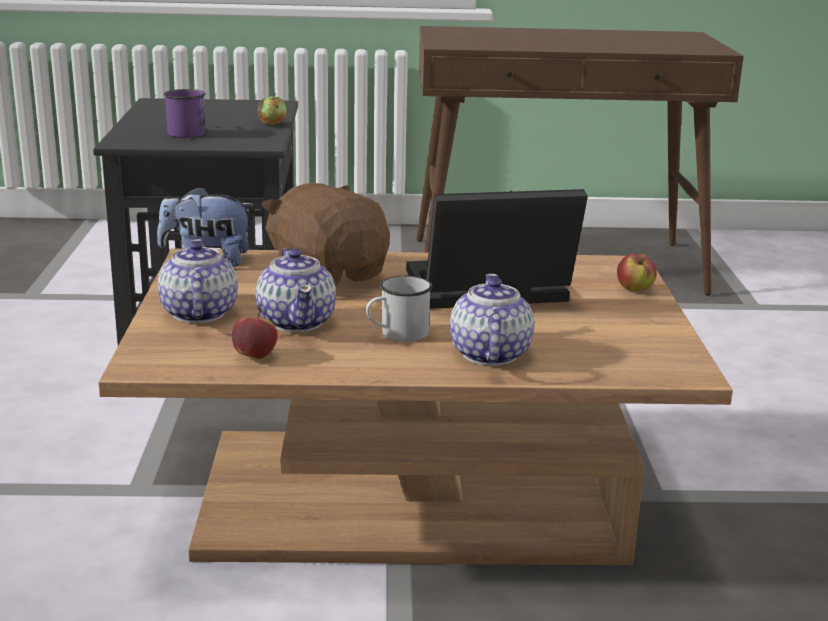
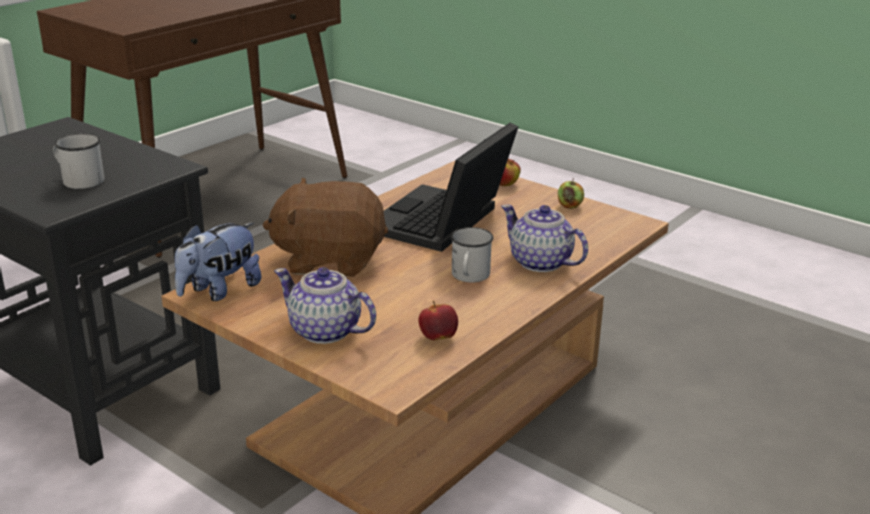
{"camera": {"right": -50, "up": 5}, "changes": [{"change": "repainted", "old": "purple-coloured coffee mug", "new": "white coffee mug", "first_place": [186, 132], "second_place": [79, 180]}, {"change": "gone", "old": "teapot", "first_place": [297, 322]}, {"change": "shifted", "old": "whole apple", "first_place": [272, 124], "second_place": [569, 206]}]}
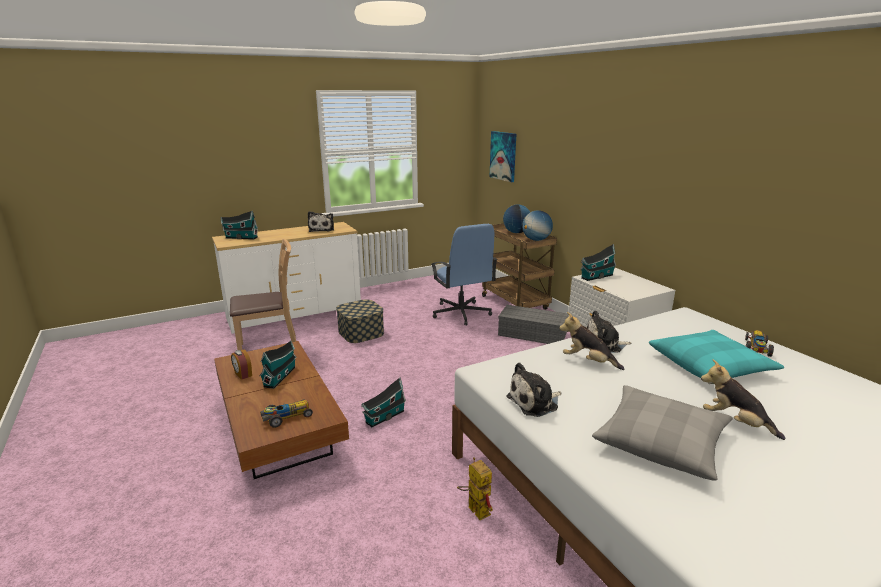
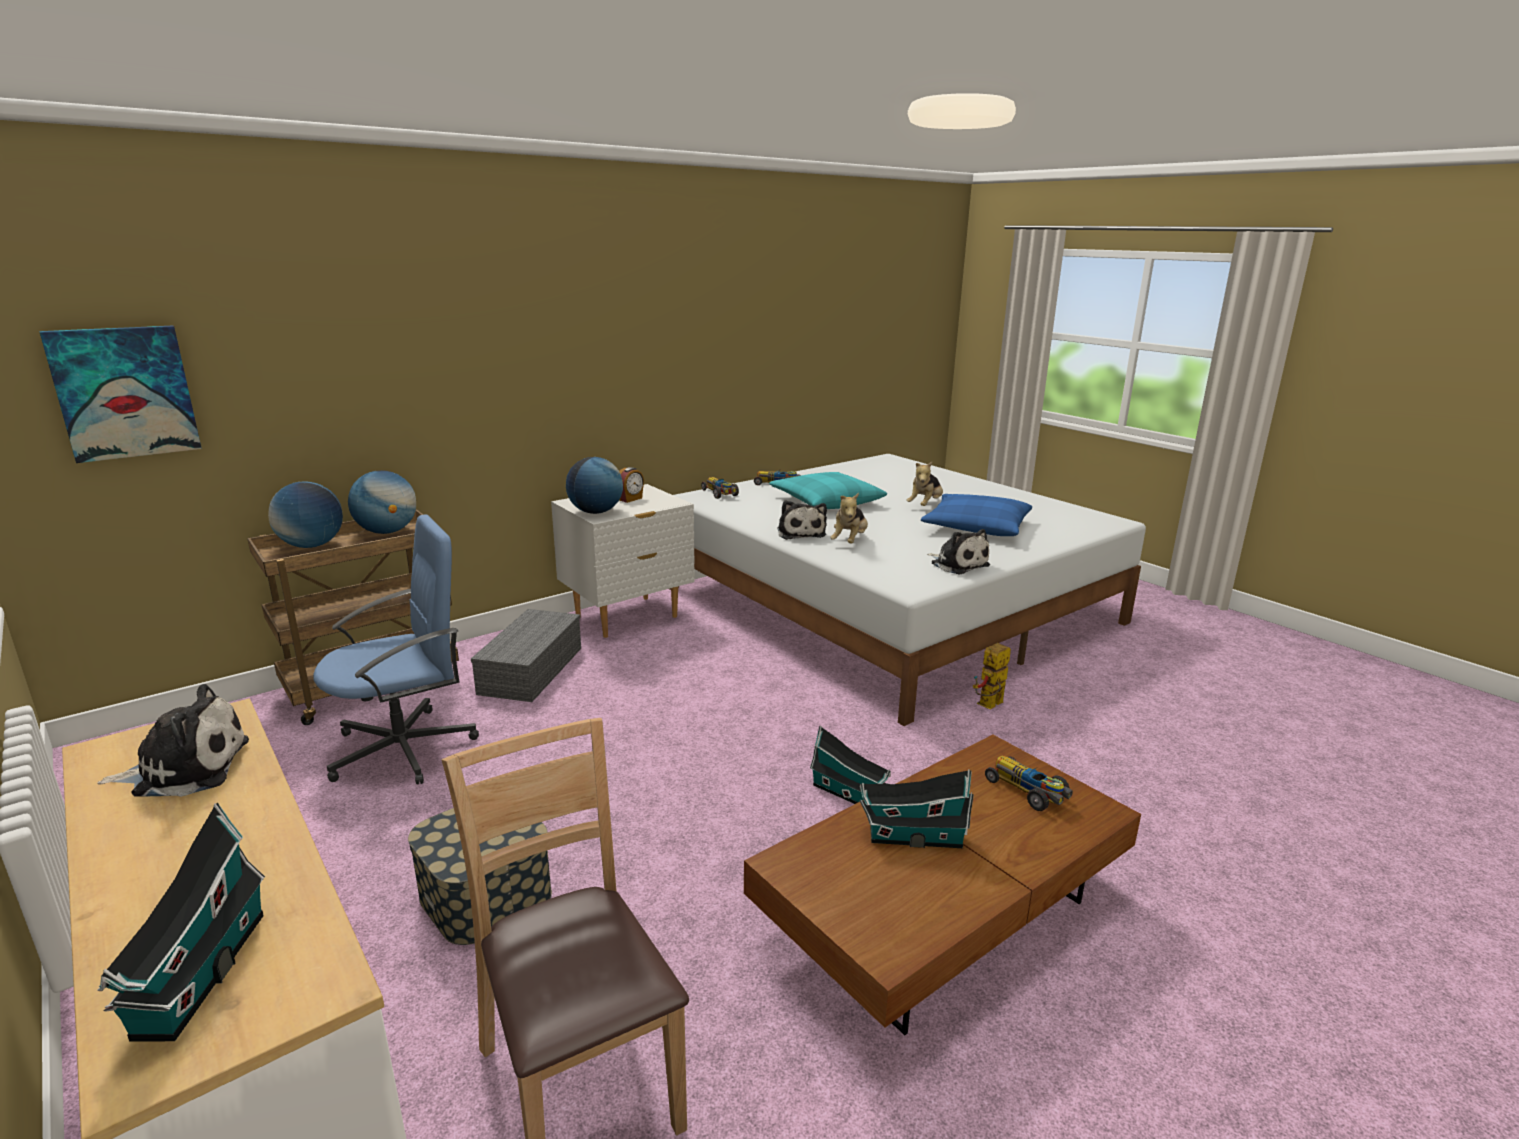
{"camera": {"right": -100, "up": 0}, "changes": [{"change": "shifted", "old": "bedside clock", "first_place": [243, 374], "second_place": [630, 499]}, {"change": "swapped", "old": "toy house", "new": "world globe", "first_place": [596, 277], "second_place": [596, 512]}, {"change": "repainted", "old": "greyish throw pillow", "new": "bluish throw pillow", "first_place": [661, 441], "second_place": [976, 527]}, {"change": "new", "new": "toy car", "second_place": [720, 494]}]}
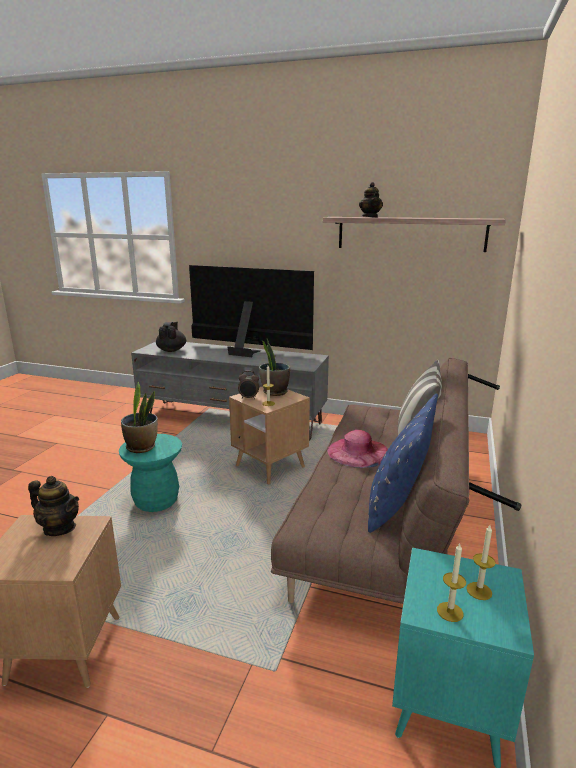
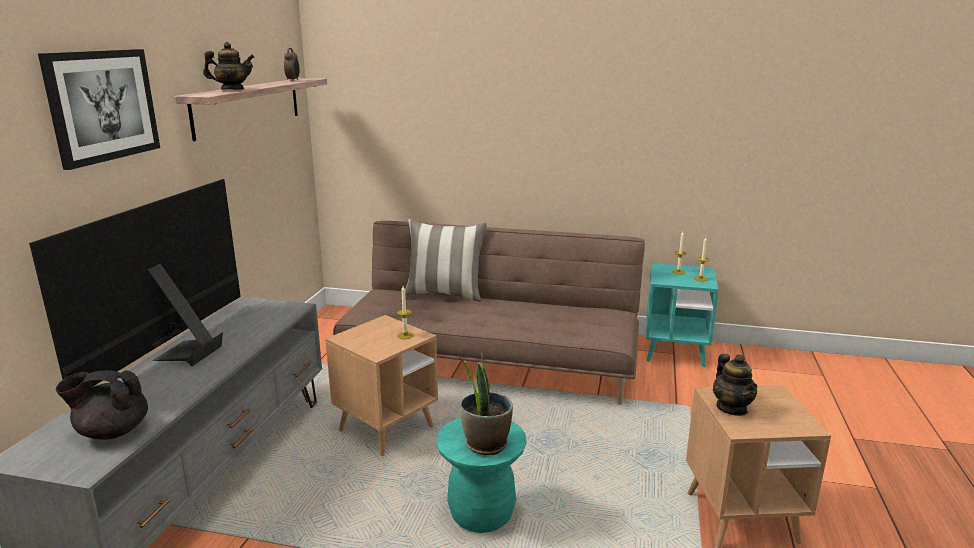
{"camera": {"right": -95, "up": 0}, "changes": [{"change": "rotated", "old": "teapot", "first_place": [59, 528], "second_place": [732, 408], "degrees": 150}, {"change": "shifted", "old": "bedside clock", "first_place": [249, 398], "second_place": [293, 80]}, {"change": "gone", "old": "plant in a pot", "first_place": [274, 392]}, {"change": "gone", "old": "pink-coloured hat", "first_place": [358, 452]}, {"change": "gone", "old": "bluish throw pillow", "first_place": [397, 504]}, {"change": "new", "new": "wall picture", "second_place": [102, 105]}]}
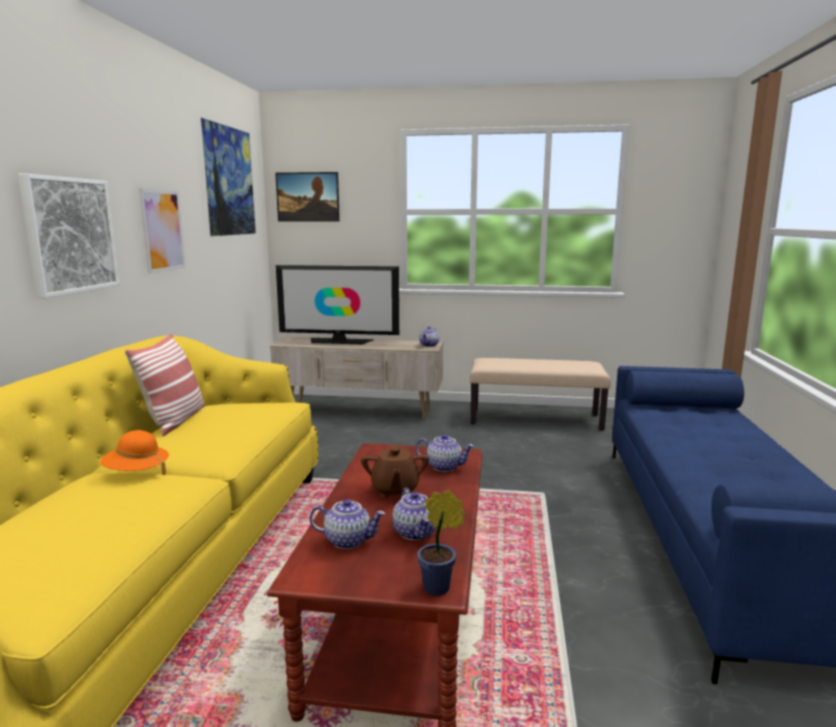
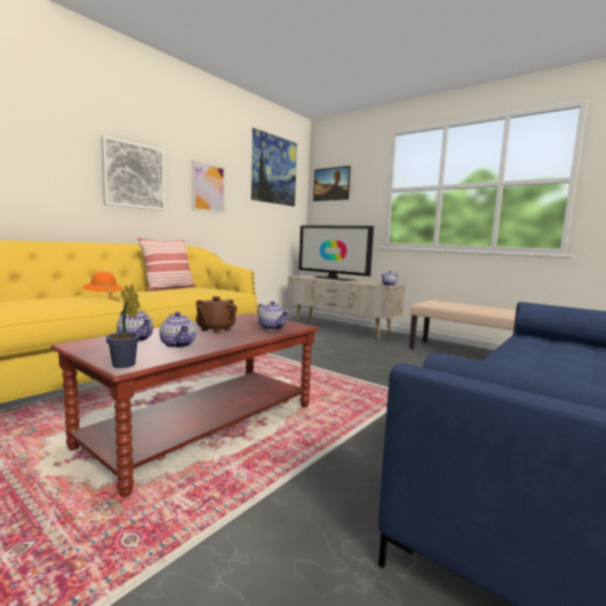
{"camera": {"right": 30, "up": -5}, "changes": [{"change": "rotated", "old": "teapot", "first_place": [415, 533], "second_place": [178, 345], "degrees": -45}]}
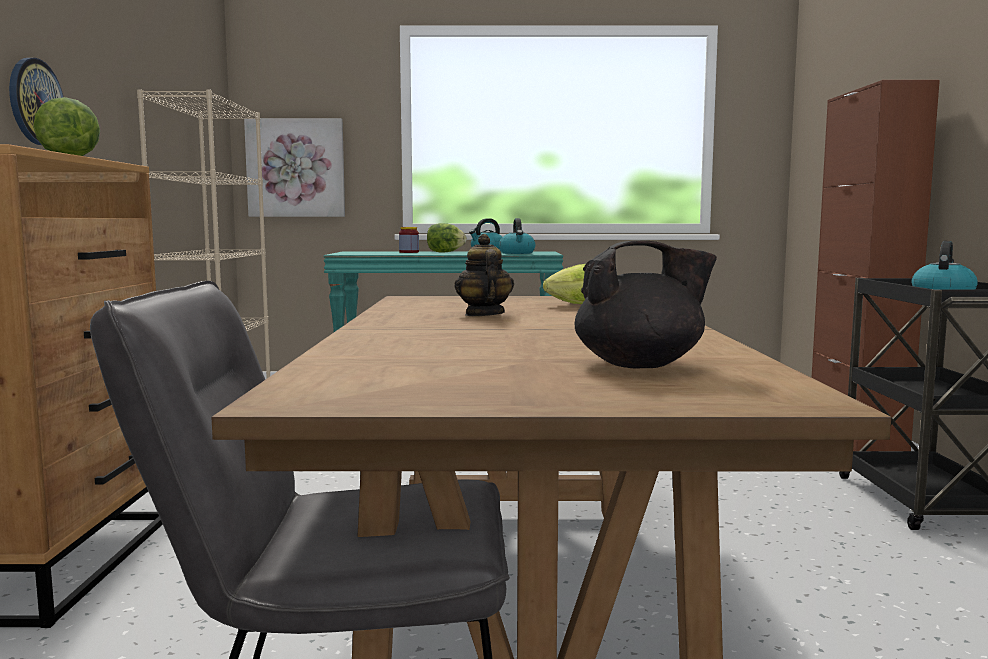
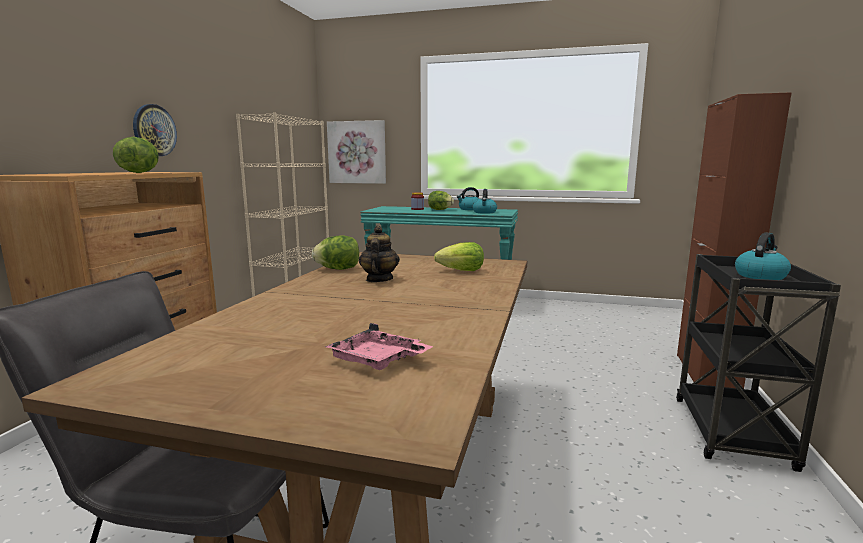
{"camera": {"right": 15, "up": 5}, "changes": [{"change": "swapped", "old": "blackish teapot", "new": "pink-coloured tray", "first_place": [640, 365], "second_place": [378, 360]}, {"change": "new", "new": "lettuce head", "second_place": [338, 269]}]}
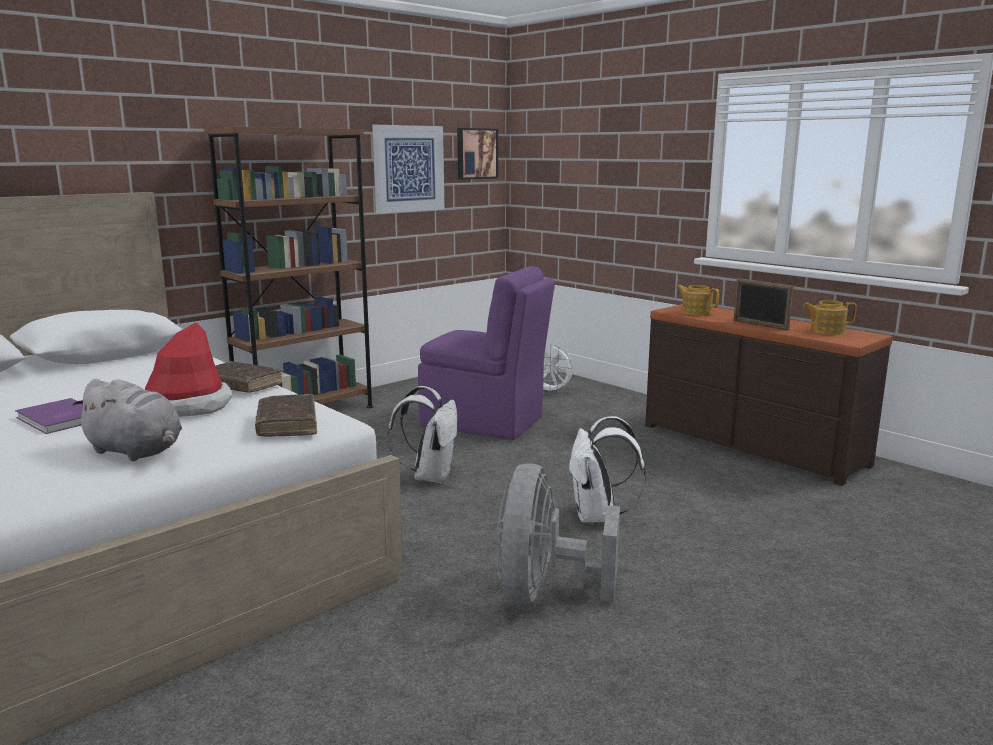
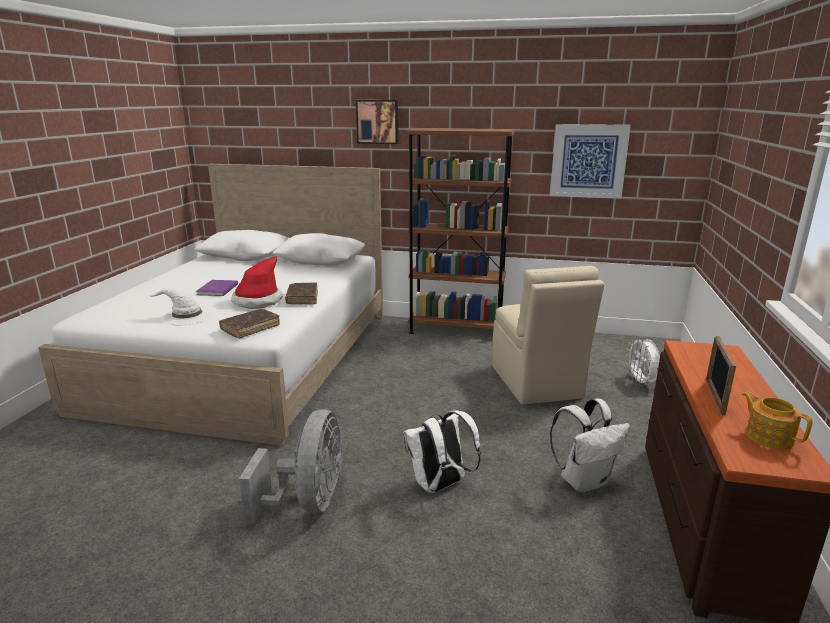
{"camera": {"right": 55, "up": 5}, "changes": [{"change": "swapped", "old": "greyish plush toy", "new": "white hat", "first_place": [137, 452], "second_place": [186, 316]}, {"change": "shifted", "old": "white backpack", "first_place": [430, 476], "second_place": [584, 480]}, {"change": "repainted", "old": "purple-coloured upright chair", "new": "beige upright chair", "first_place": [485, 422], "second_place": [536, 383]}, {"change": "shifted", "old": "wall picture", "first_place": [476, 153], "second_place": [377, 122]}, {"change": "rotated", "old": "greyish cooling fan", "first_place": [544, 592], "second_place": [309, 502], "degrees": 120}, {"change": "gone", "old": "teapot", "first_place": [696, 312]}]}
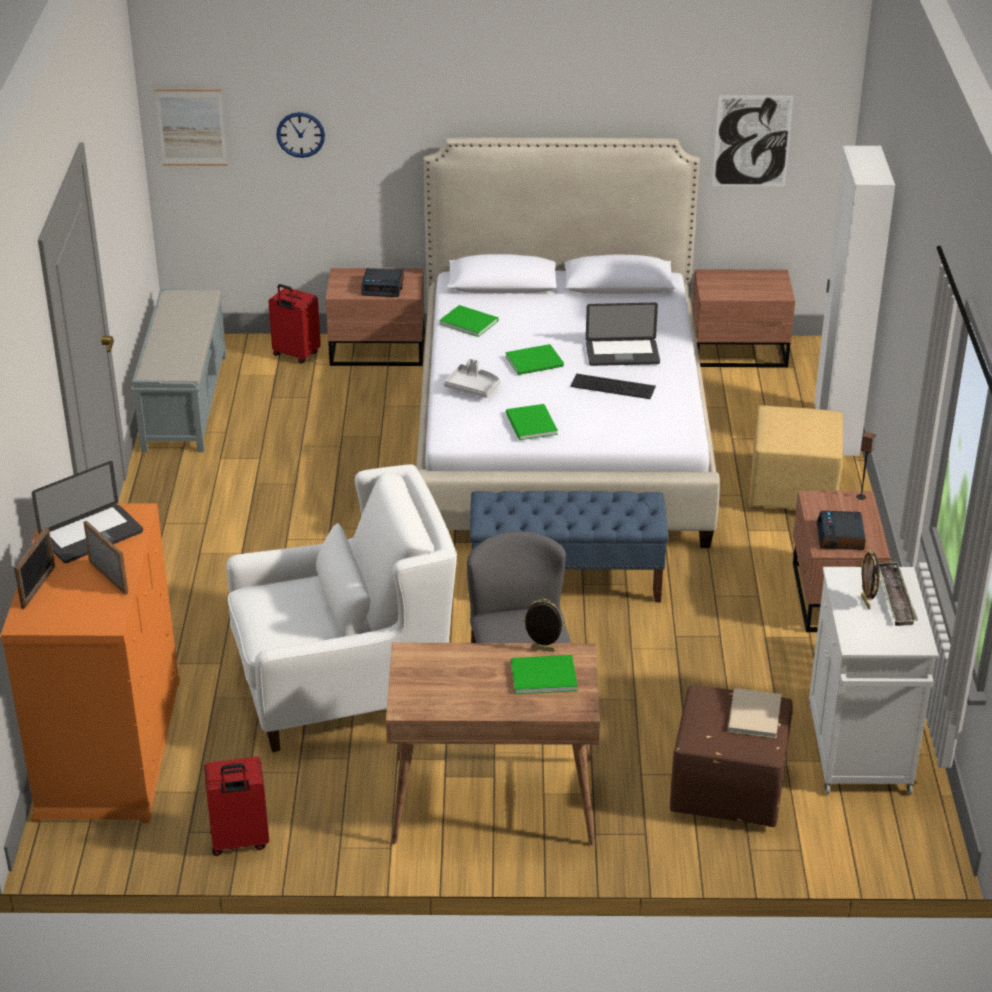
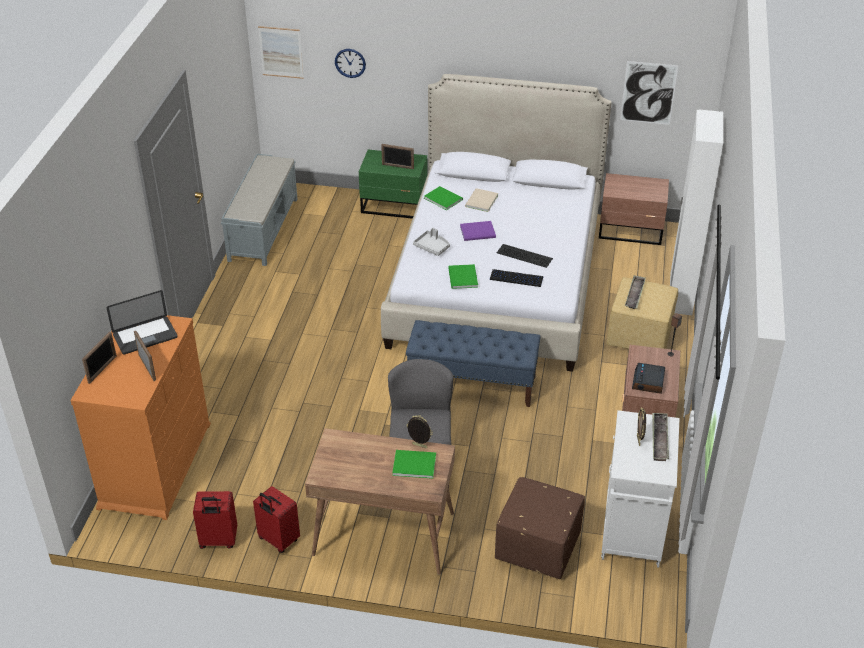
{"camera": {"right": 10, "up": 5}, "changes": [{"change": "gone", "old": "white lounge chair", "first_place": [343, 686]}, {"change": "shifted", "old": "red travel case", "first_place": [295, 355], "second_place": [278, 540]}, {"change": "repainted", "old": "brownish bedside table", "new": "green-coloured bedside table", "first_place": [379, 351], "second_place": [395, 206]}, {"change": "swapped", "old": "bedside clock", "new": "picture frame", "first_place": [383, 287], "second_place": [397, 166]}, {"change": "repainted", "old": "green-coloured bound book", "new": "purple-coloured bound book", "first_place": [536, 362], "second_place": [479, 232]}, {"change": "gone", "old": "portable computer", "first_place": [622, 354]}, {"change": "shifted", "old": "beige bound book", "first_place": [752, 716], "second_place": [480, 201]}, {"change": "new", "new": "PC keyboard", "second_place": [516, 278]}, {"change": "new", "new": "tray", "second_place": [635, 294]}]}
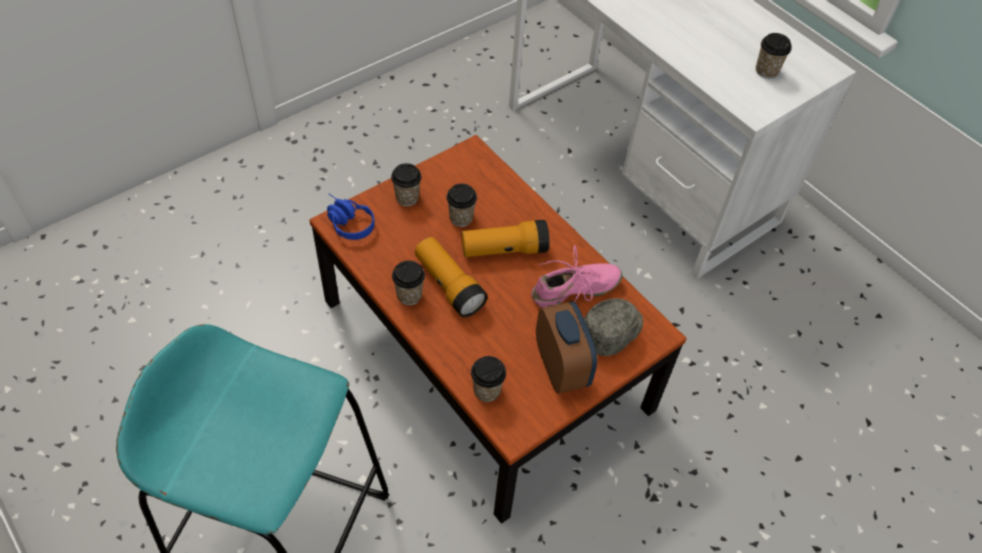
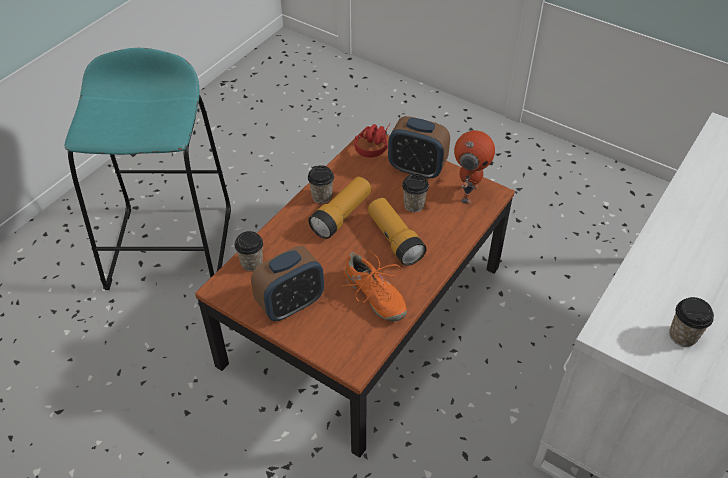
{"camera": {"right": 75, "up": -5}, "changes": [{"change": "repainted", "old": "bluish pair of headphones", "new": "red pair of headphones", "first_place": [346, 222], "second_place": [374, 144]}, {"change": "swapped", "old": "cup", "new": "bedside clock", "first_place": [407, 198], "second_place": [417, 169]}, {"change": "repainted", "old": "pink-coloured item of footwear", "new": "orangey item of footwear", "first_place": [574, 290], "second_place": [374, 296]}, {"change": "gone", "old": "greyish cap", "first_place": [612, 332]}, {"change": "new", "new": "robot figure", "second_place": [468, 193]}]}
